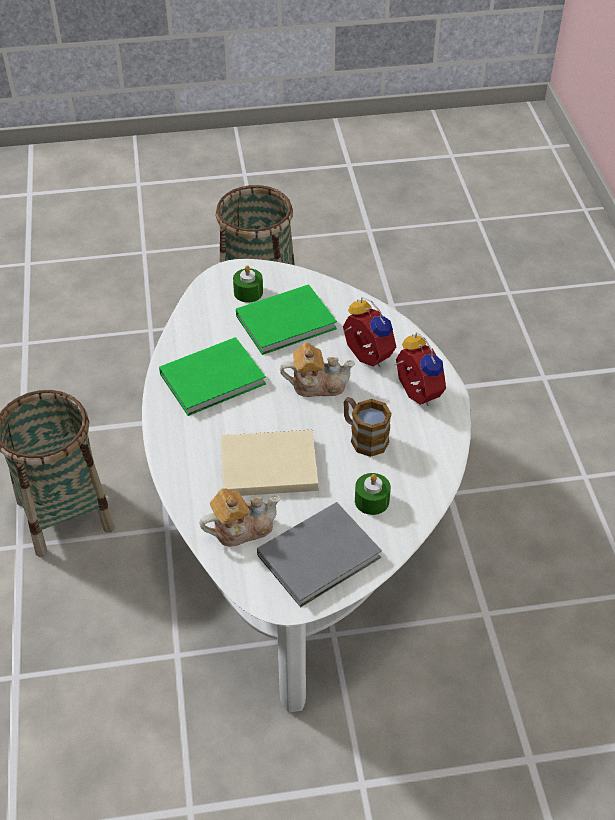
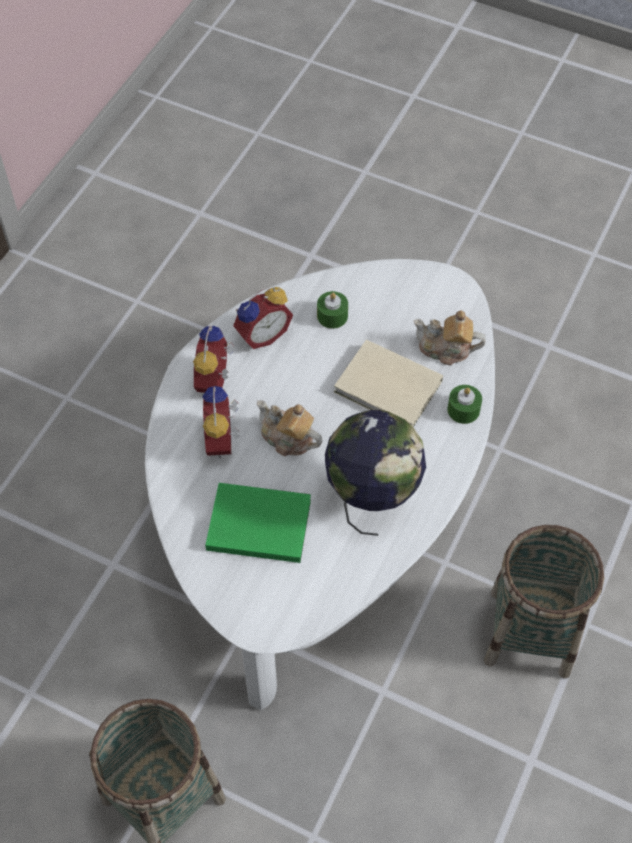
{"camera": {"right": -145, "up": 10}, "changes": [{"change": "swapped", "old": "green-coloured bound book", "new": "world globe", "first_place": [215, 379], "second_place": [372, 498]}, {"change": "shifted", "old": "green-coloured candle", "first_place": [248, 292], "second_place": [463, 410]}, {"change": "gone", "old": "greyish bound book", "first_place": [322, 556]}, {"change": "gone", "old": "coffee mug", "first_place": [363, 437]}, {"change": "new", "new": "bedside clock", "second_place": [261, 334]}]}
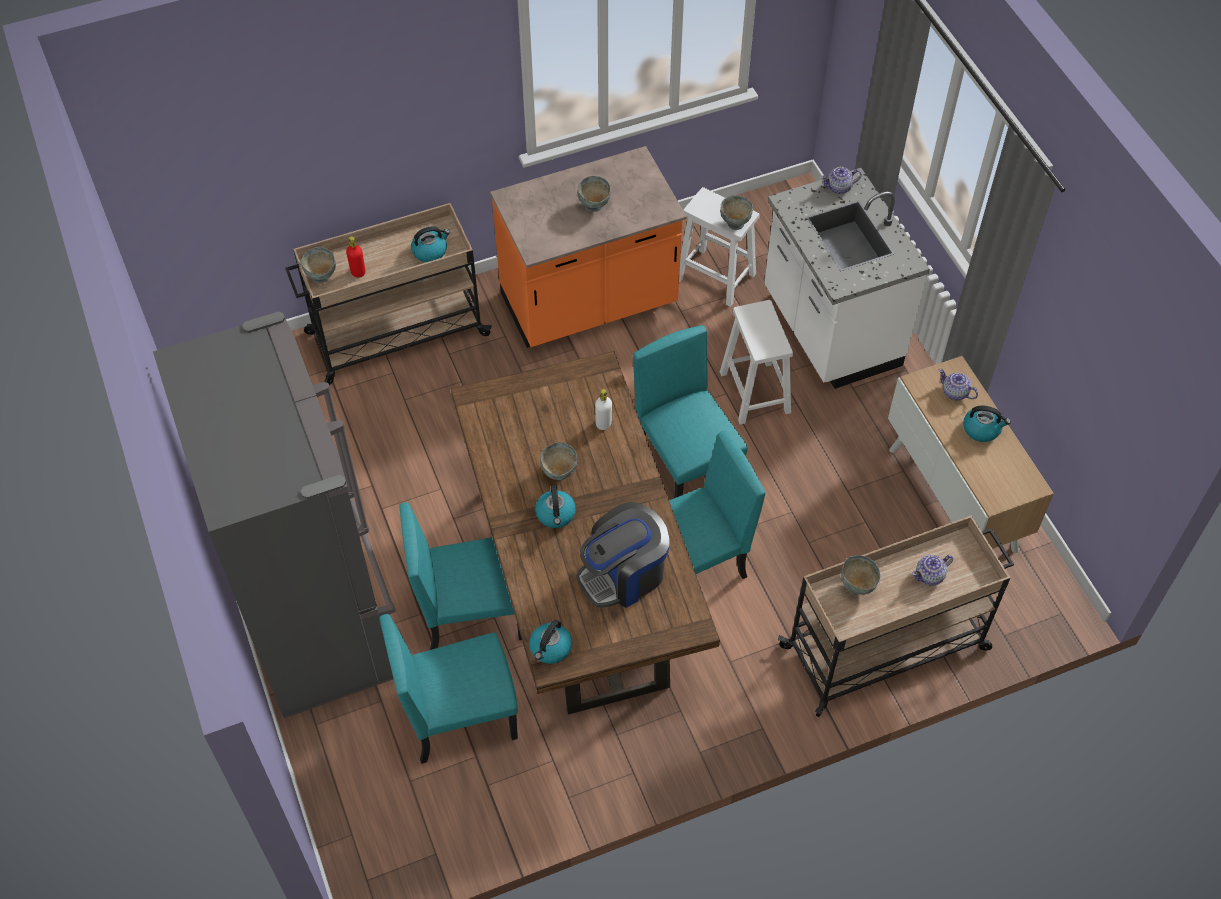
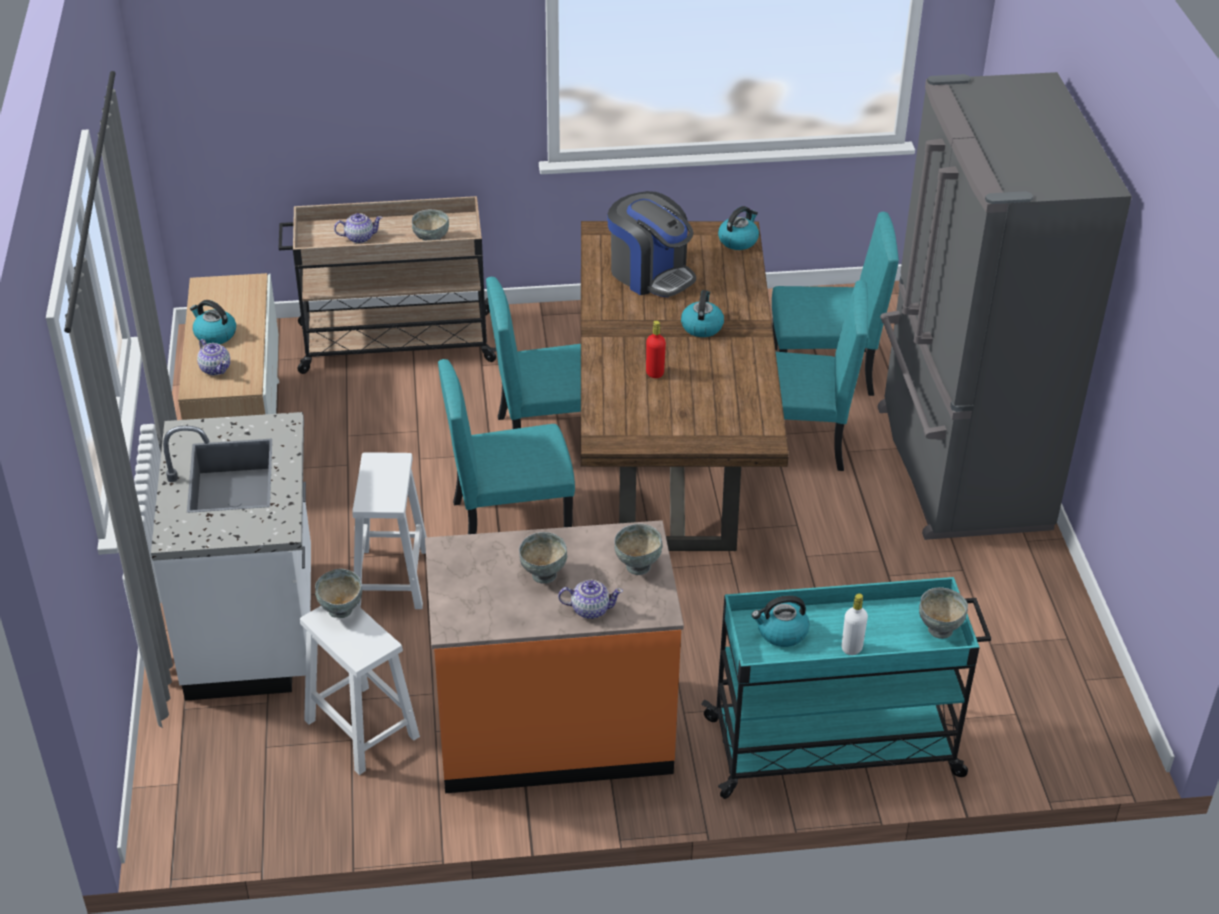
{"camera": {"right": -165, "up": -15}, "changes": [{"change": "repainted", "old": "beige trolley", "new": "turquoise-coloured trolley", "first_place": [395, 334], "second_place": [836, 747]}, {"change": "shifted", "old": "red bottle", "first_place": [358, 272], "second_place": [655, 373]}, {"change": "shifted", "old": "greyish deep dish", "first_place": [559, 473], "second_place": [637, 566]}, {"change": "rotated", "old": "coffee maker", "first_place": [624, 575], "second_place": [650, 274], "degrees": 60}, {"change": "shifted", "old": "white bottle", "first_place": [603, 424], "second_place": [851, 648]}, {"change": "rotated", "old": "turquoise-coloured upright chair", "first_place": [687, 465], "second_place": [511, 521], "degrees": 90}, {"change": "shifted", "old": "teapot", "first_place": [839, 187], "second_place": [590, 609]}]}
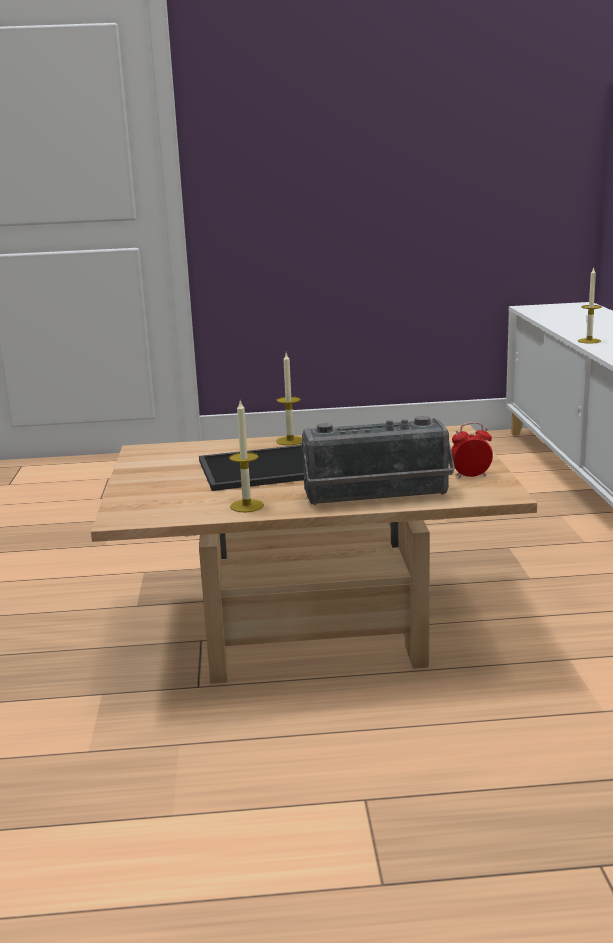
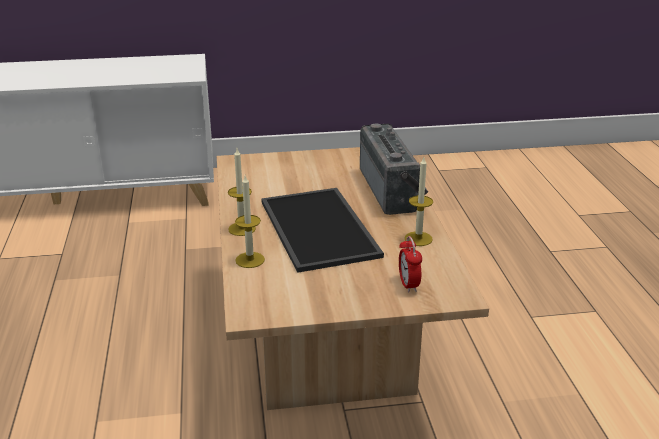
{"camera": {"right": -95, "up": 10}, "changes": [{"change": "shifted", "old": "bedside clock", "first_place": [471, 475], "second_place": [408, 285]}, {"change": "shifted", "old": "candle", "first_place": [589, 341], "second_place": [250, 260]}]}
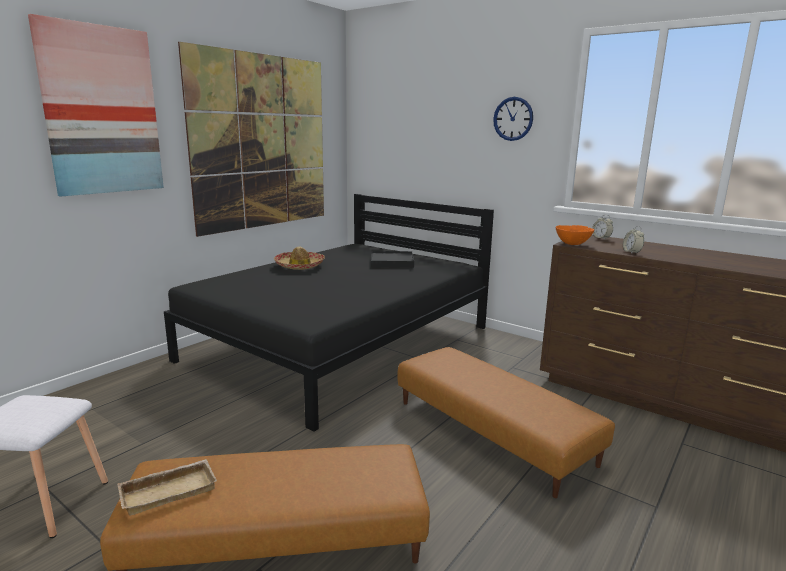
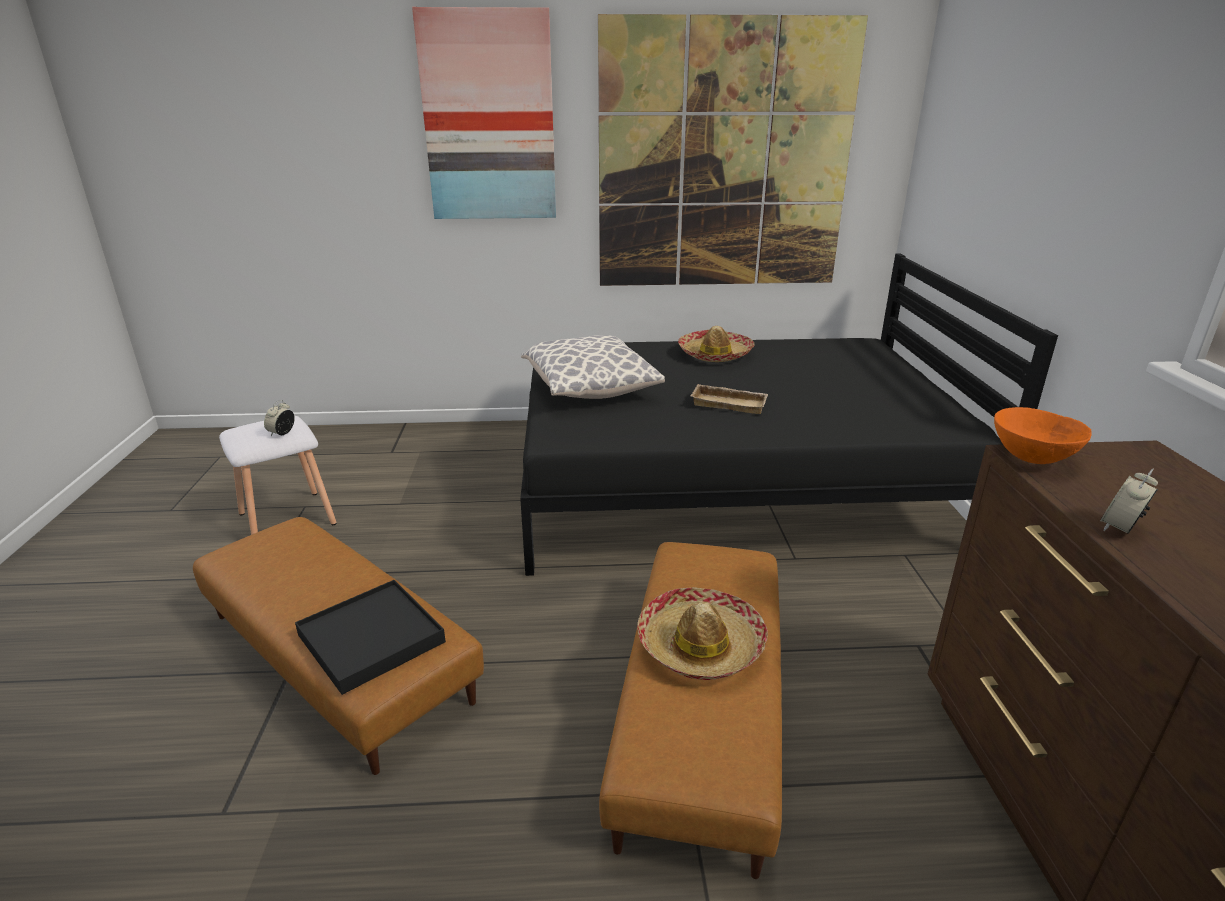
{"camera": {"right": 50, "up": 10}, "changes": [{"change": "shifted", "old": "beige tray", "first_place": [169, 490], "second_place": [730, 403]}, {"change": "shifted", "old": "blackish tray", "first_place": [392, 262], "second_place": [372, 638]}, {"change": "gone", "old": "hanging clock", "first_place": [513, 119]}, {"change": "shifted", "old": "bedside clock", "first_place": [601, 238], "second_place": [282, 433]}, {"change": "new", "new": "throw pillow", "second_place": [590, 389]}, {"change": "new", "new": "hat", "second_place": [700, 645]}]}
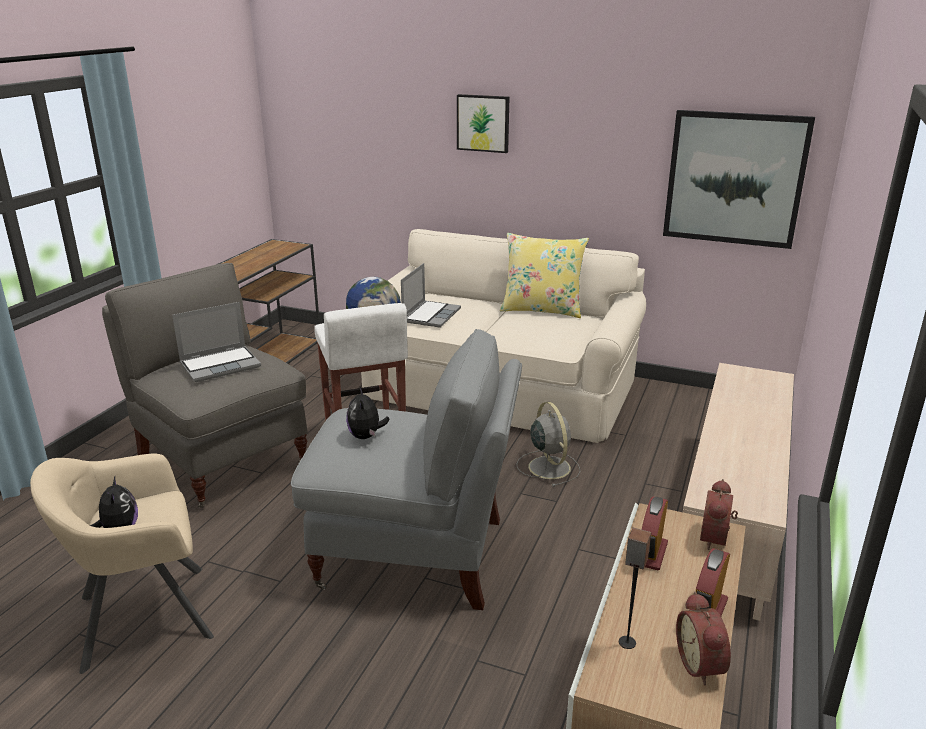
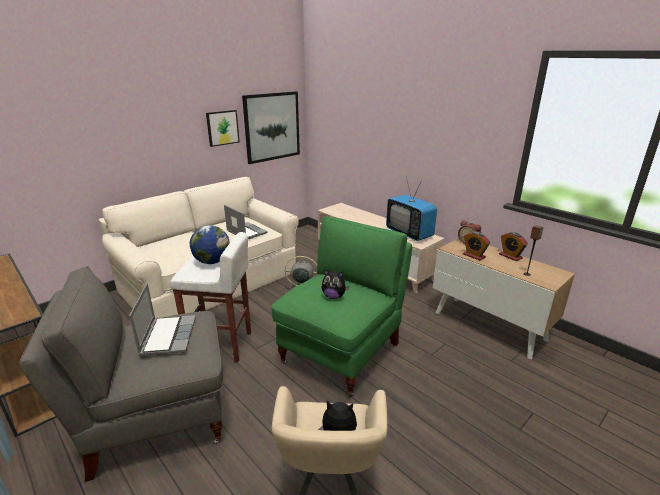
{"camera": {"right": -65, "up": 0}, "changes": [{"change": "repainted", "old": "greyish lounge chair", "new": "green-coloured lounge chair", "first_place": [415, 554], "second_place": [342, 352]}, {"change": "shifted", "old": "portable computer", "first_place": [431, 315], "second_place": [245, 232]}, {"change": "shifted", "old": "wall picture", "first_place": [483, 123], "second_place": [222, 127]}, {"change": "gone", "old": "yellow throw pillow", "first_place": [542, 310]}, {"change": "gone", "old": "bedside clock", "first_place": [702, 665]}, {"change": "new", "new": "TV", "second_place": [409, 234]}]}
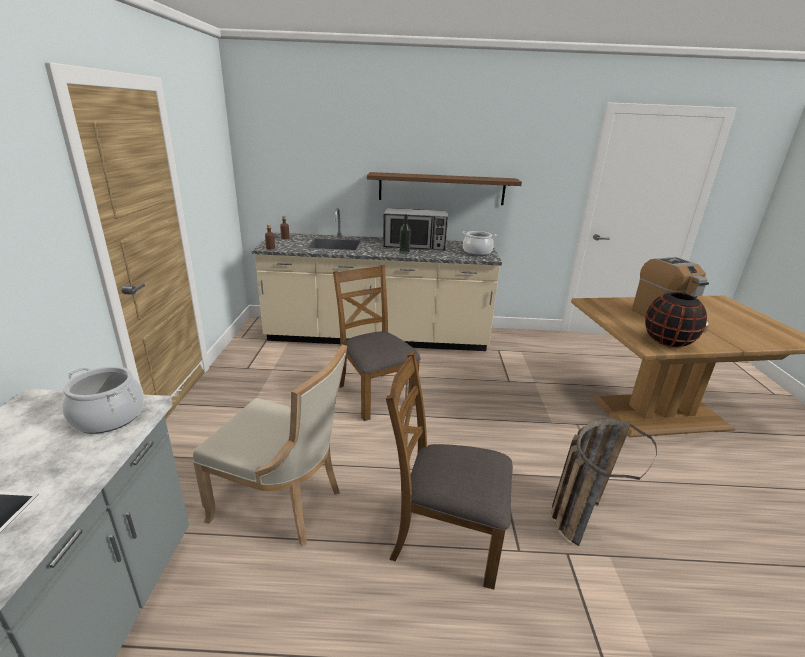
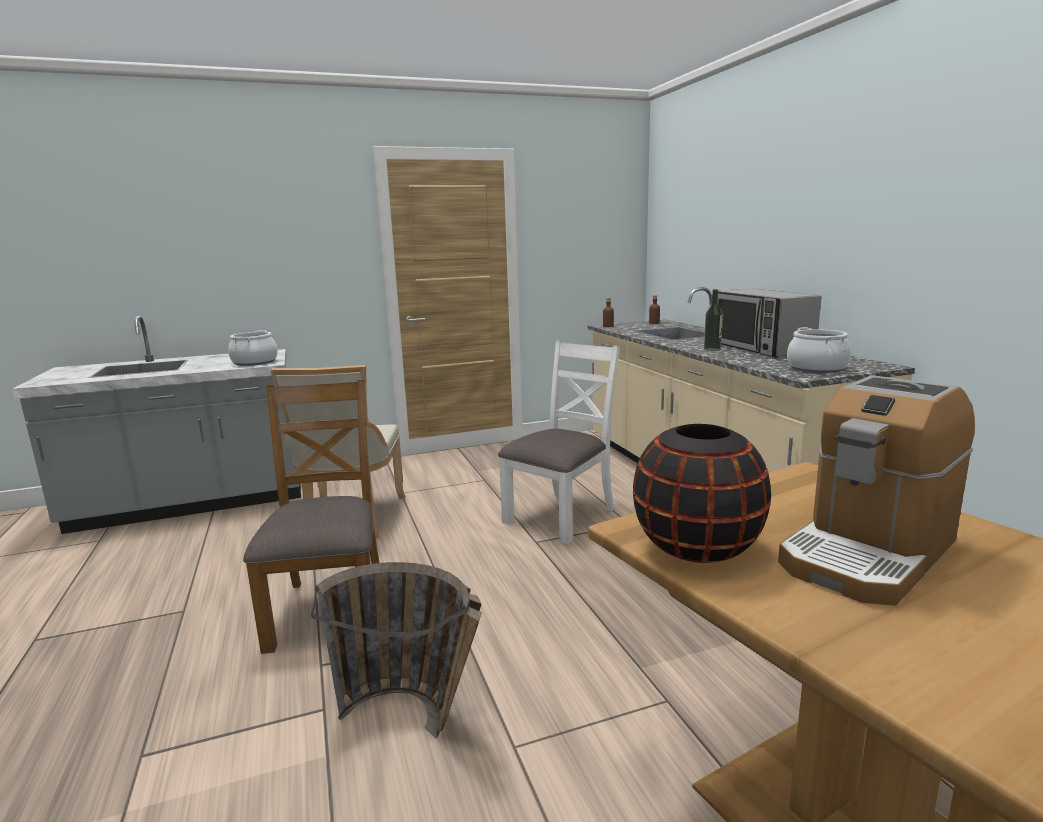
{"camera": {"right": 70, "up": -10}, "changes": [{"change": "repainted", "old": "brownish upright chair", "new": "white upright chair", "first_place": [374, 394], "second_place": [561, 515]}, {"change": "gone", "old": "brownish wall shelf", "first_place": [441, 188]}]}
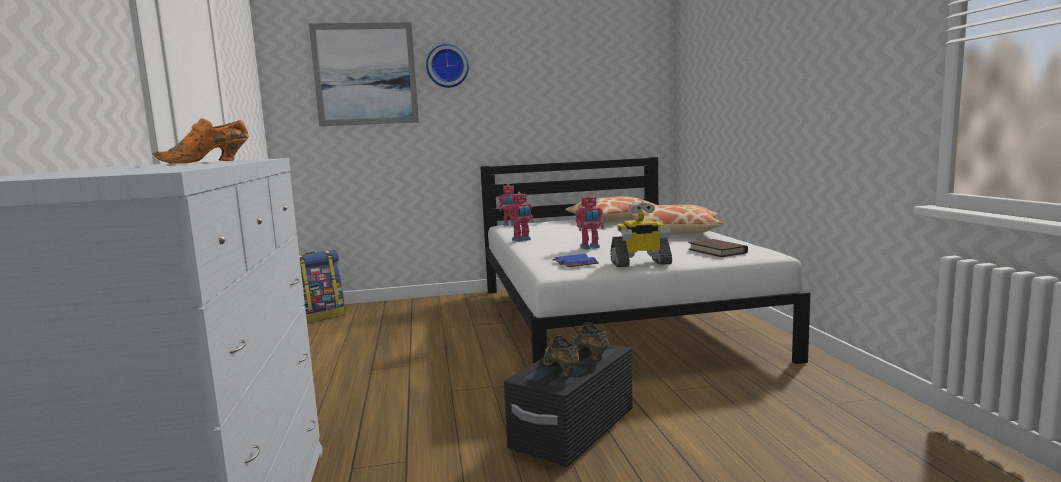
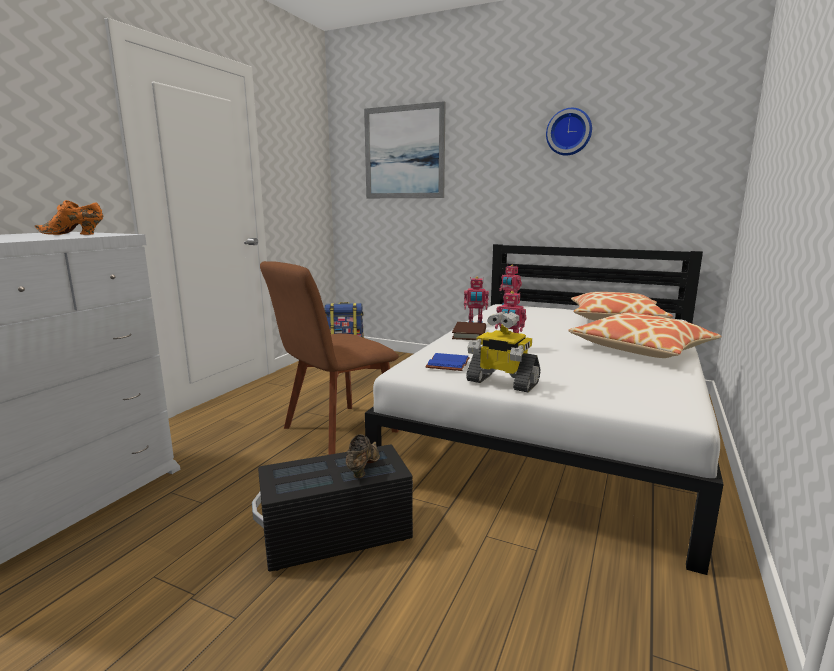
{"camera": {"right": 35, "up": 5}, "changes": [{"change": "shifted", "old": "hanging clock", "first_place": [447, 66], "second_place": [569, 132]}, {"change": "gone", "old": "brownish item of footwear", "first_place": [560, 370]}, {"change": "shifted", "old": "brownish bound book", "first_place": [717, 251], "second_place": [469, 334]}, {"change": "new", "new": "brownish upright chair", "second_place": [335, 432]}]}
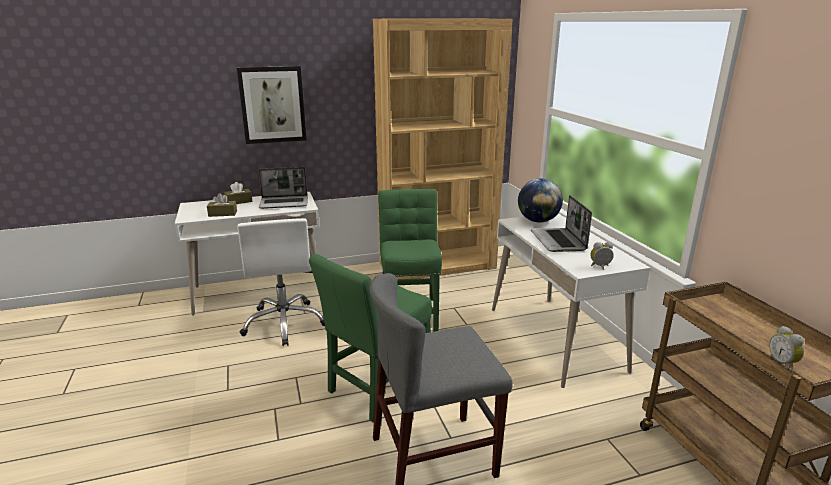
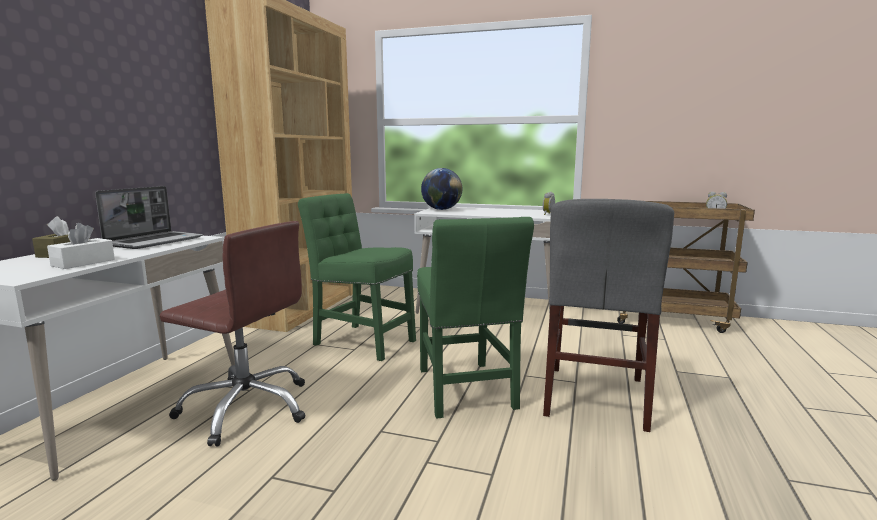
{"camera": {"right": -55, "up": -10}, "changes": [{"change": "repainted", "old": "brownish tissue box", "new": "white tissue box", "first_place": [222, 214], "second_place": [83, 263]}, {"change": "gone", "old": "wall picture", "first_place": [272, 105]}, {"change": "repainted", "old": "white computer chair", "new": "brownish computer chair", "first_place": [285, 323], "second_place": [247, 408]}, {"change": "gone", "old": "portable computer", "first_place": [559, 241]}]}
